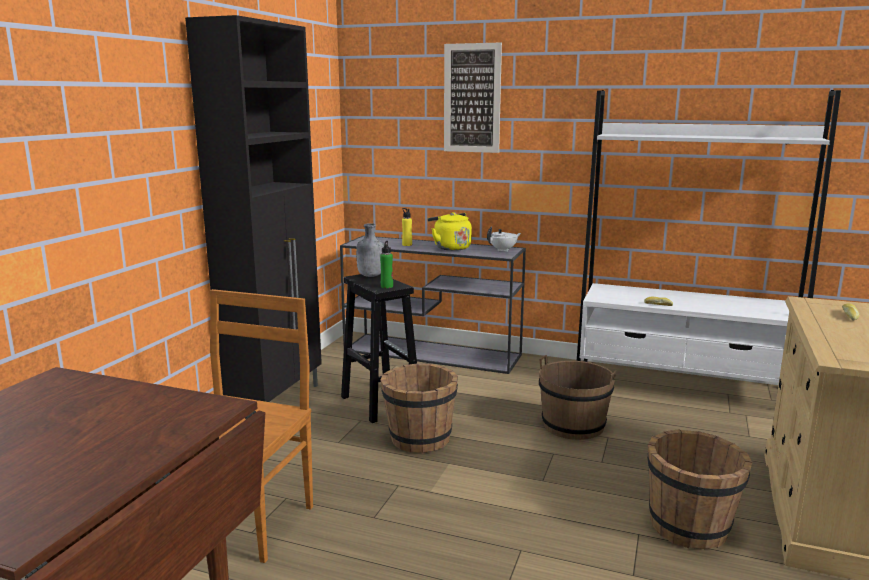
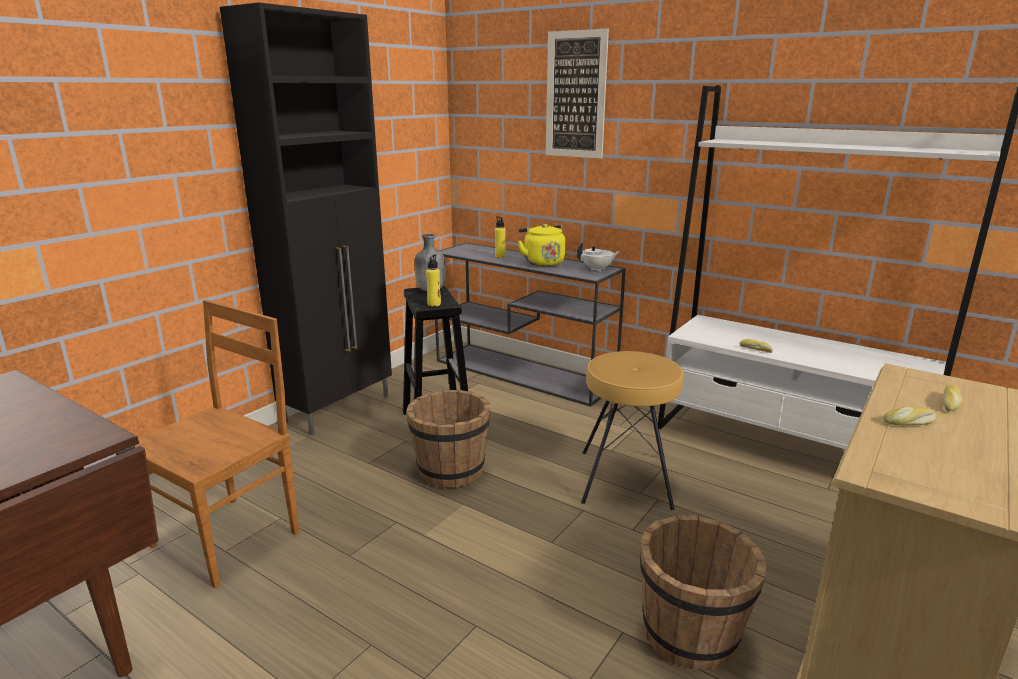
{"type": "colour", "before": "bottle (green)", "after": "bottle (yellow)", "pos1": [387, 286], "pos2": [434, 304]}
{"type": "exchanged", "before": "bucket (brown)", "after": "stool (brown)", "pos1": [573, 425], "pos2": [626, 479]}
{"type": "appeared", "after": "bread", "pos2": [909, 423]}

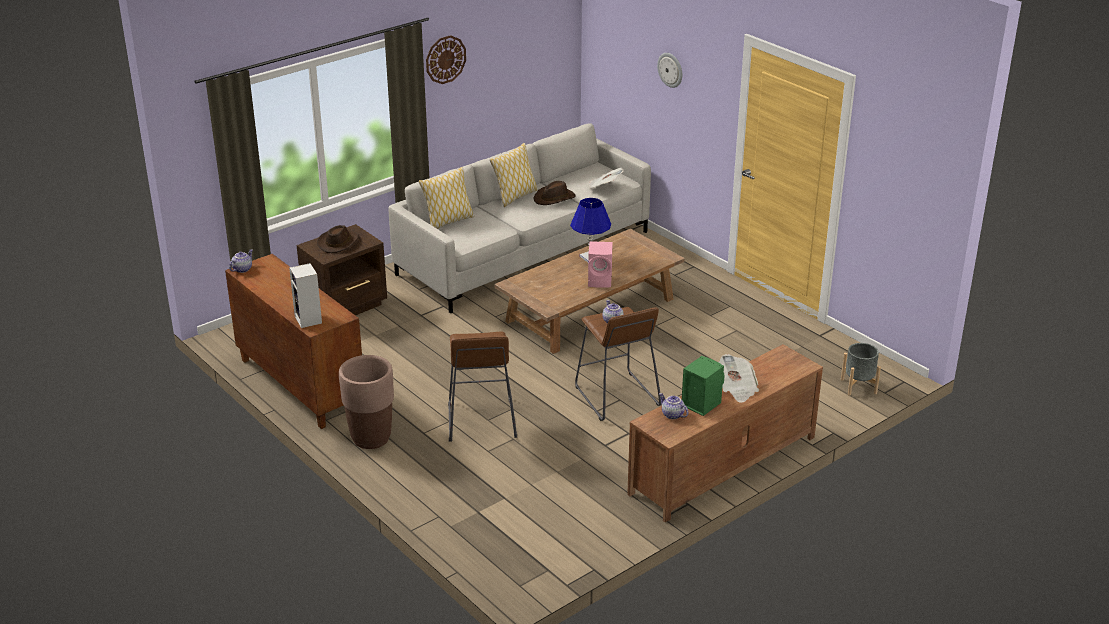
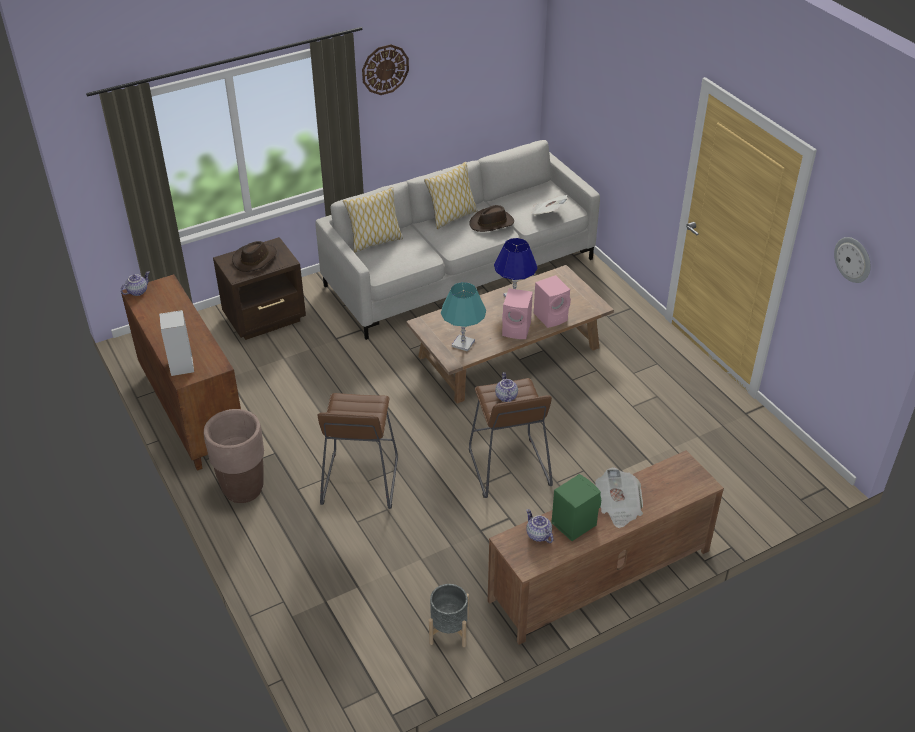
{"type": "relocated", "before": "planter (grey)", "pos1": [858, 386], "pos2": [449, 630]}
{"type": "appeared", "after": "table lamp (turquoise)", "pos2": [463, 343]}
{"type": "appeared", "after": "speaker (pink)", "pos2": [551, 317]}
{"type": "relocated", "before": "wall clock", "pos1": [670, 69], "pos2": [853, 259]}

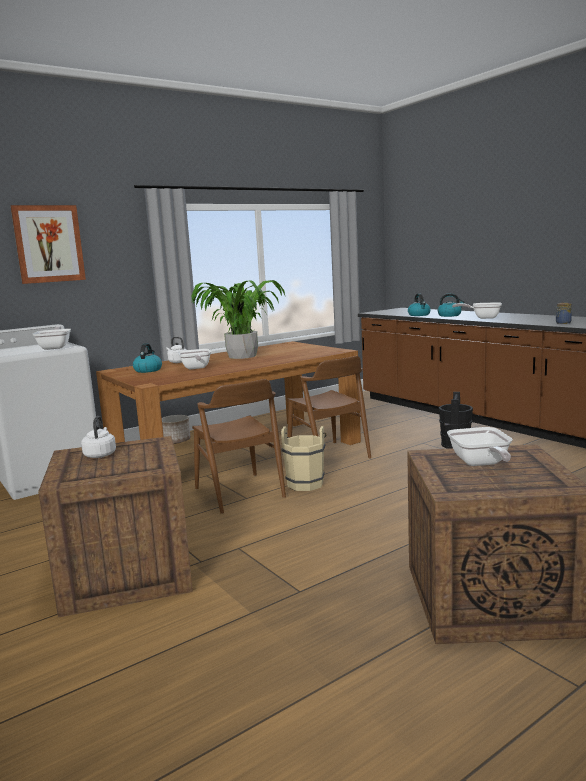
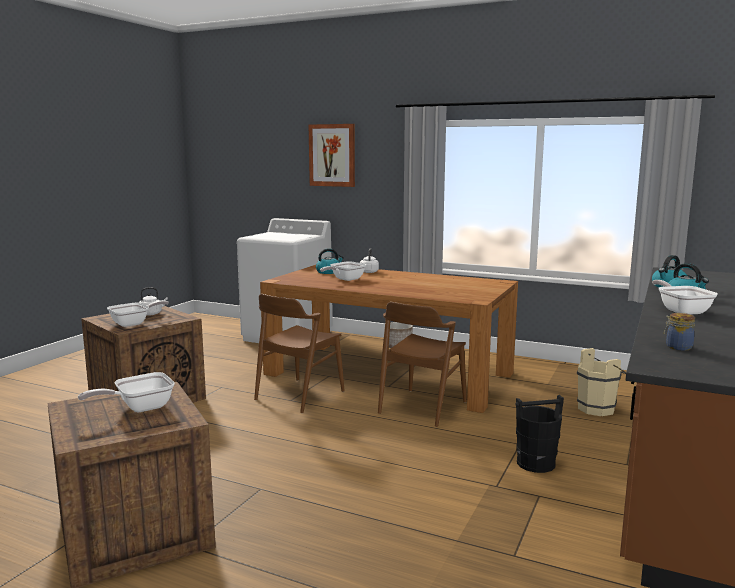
{"type": "relocated", "before": "frying pan", "pos1": [55, 347], "pos2": [134, 323]}
{"type": "relocated", "before": "bucket (beige)", "pos1": [306, 483], "pos2": [599, 408]}
{"type": "missing", "before": "potted plant", "pos1": [243, 356]}

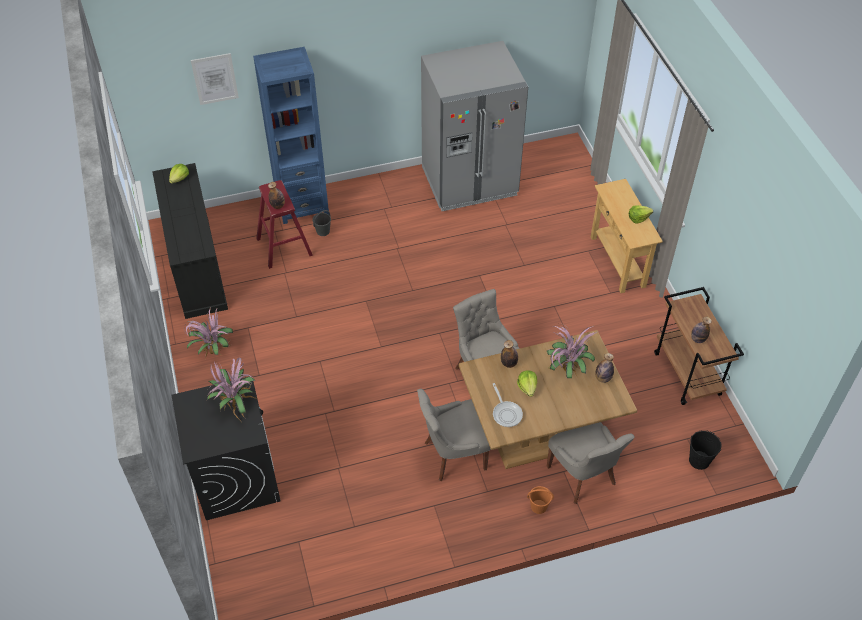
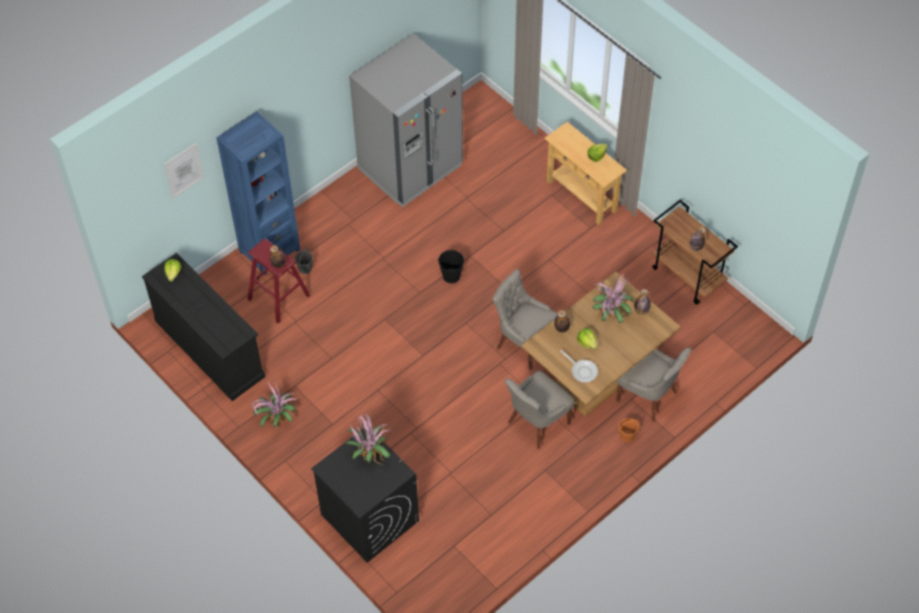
{"type": "relocated", "before": "bucket (black)", "pos1": [699, 460], "pos2": [451, 276]}

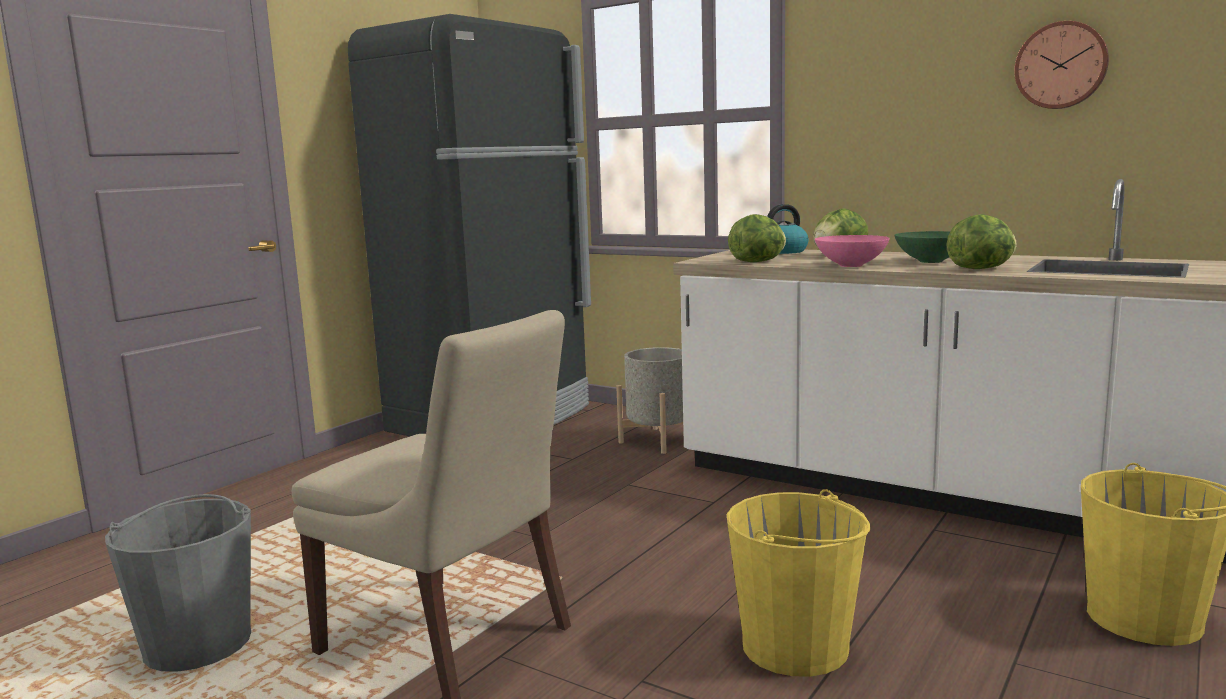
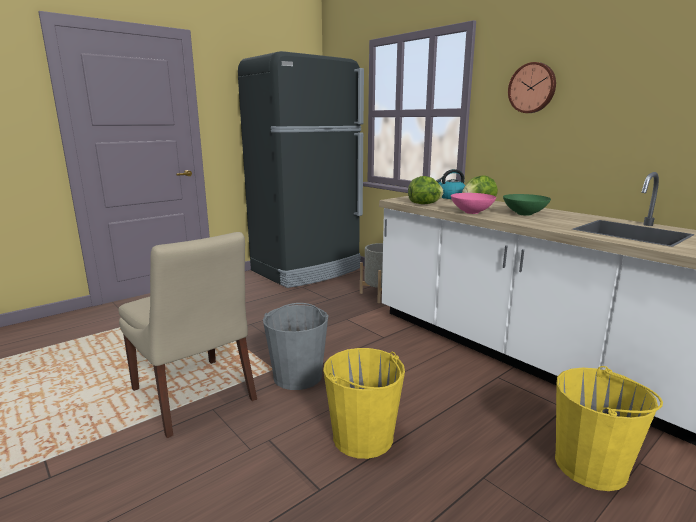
{"type": "relocated", "before": "bucket (grey)", "pos1": [198, 645], "pos2": [298, 376]}
{"type": "relocated", "before": "wall clock", "pos1": [1061, 65], "pos2": [532, 88]}
{"type": "missing", "before": "lettuce", "pos1": [981, 268]}

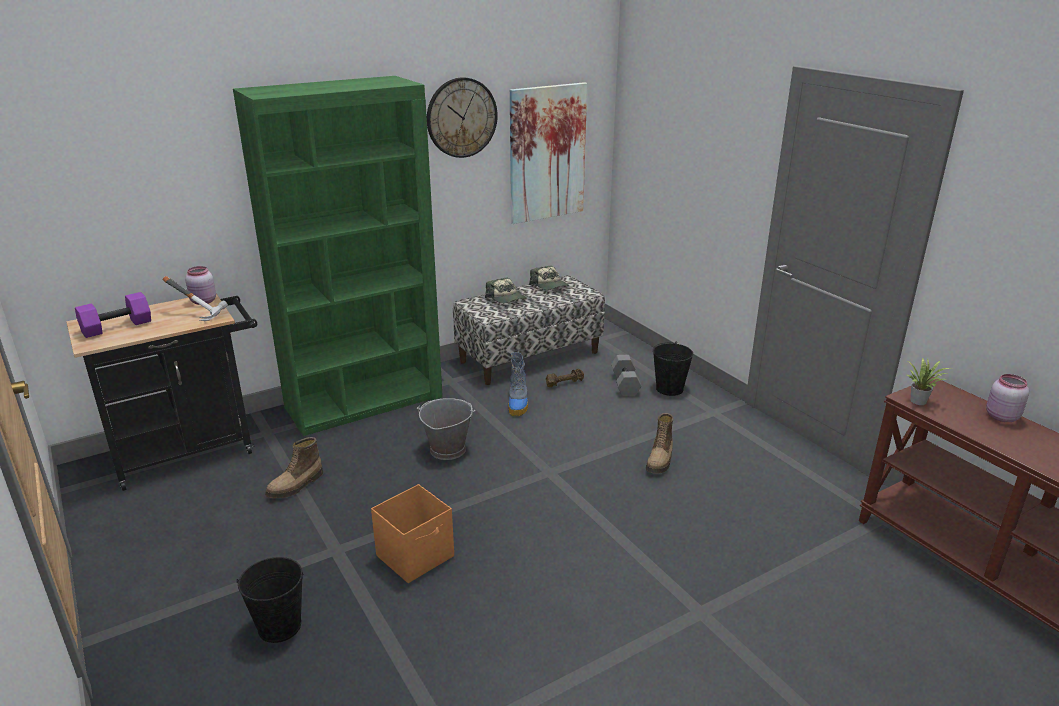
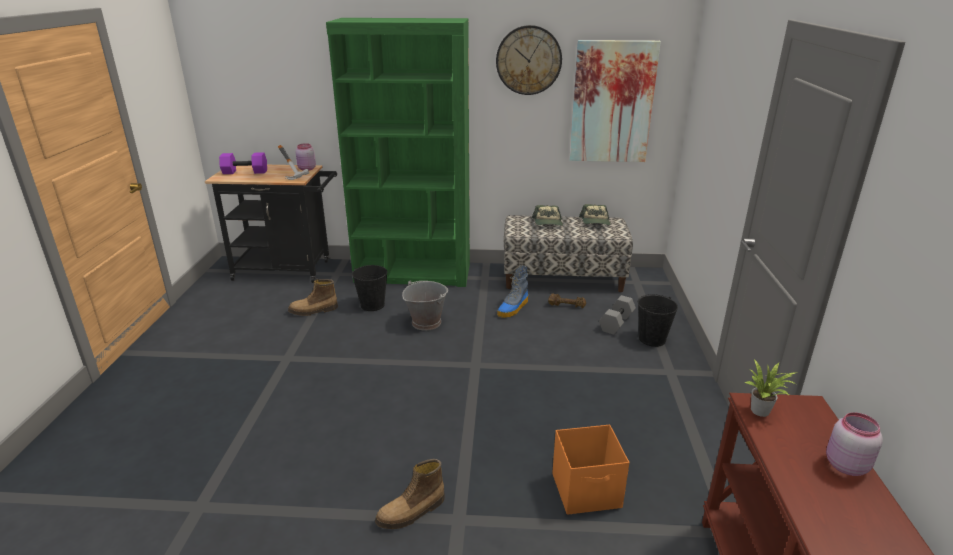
{"type": "relocated", "before": "bucket (black)", "pos1": [279, 626], "pos2": [372, 305]}
{"type": "relocated", "before": "boot", "pos1": [660, 460], "pos2": [412, 512]}
{"type": "relocated", "before": "storage box (orange)", "pos1": [416, 556], "pos2": [587, 491]}

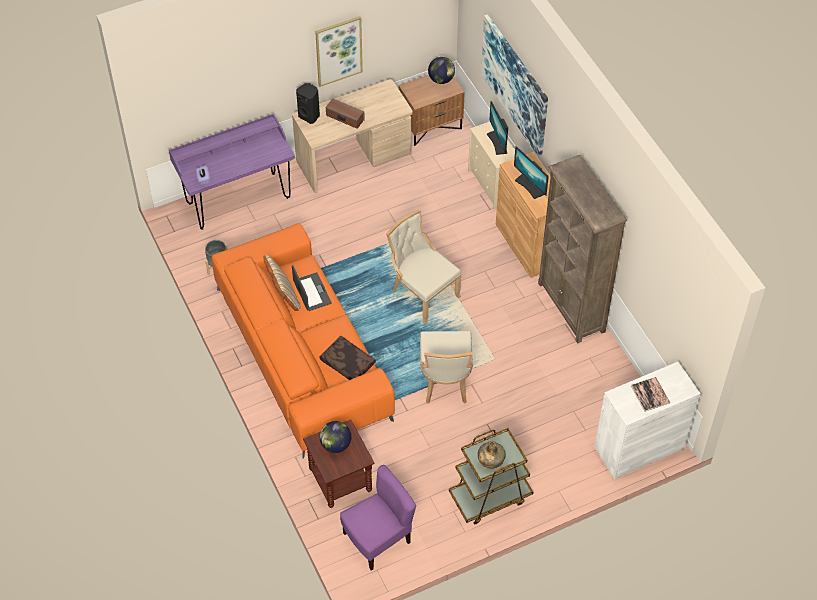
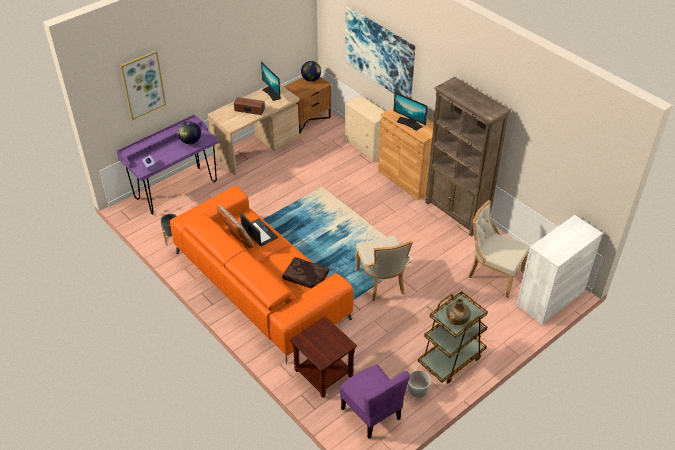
{"type": "relocated", "before": "picture", "pos1": [338, 50], "pos2": [143, 85]}
{"type": "relocated", "before": "globe", "pos1": [336, 445], "pos2": [190, 141]}
{"type": "relocated", "before": "monitor", "pos1": [498, 142], "pos2": [272, 93]}
{"type": "spun", "before": "chair (purple)", "pos1": [377, 539], "pos2": [371, 413], "turn": 105}
{"type": "appeared", "after": "planter (grey)", "pos2": [418, 391]}
{"type": "relocated", "before": "chair (beige)", "pos1": [422, 293], "pos2": [493, 274]}
{"type": "missing", "before": "speaker (black)", "pos1": [309, 116]}
{"type": "missing", "before": "book", "pos1": [650, 394]}

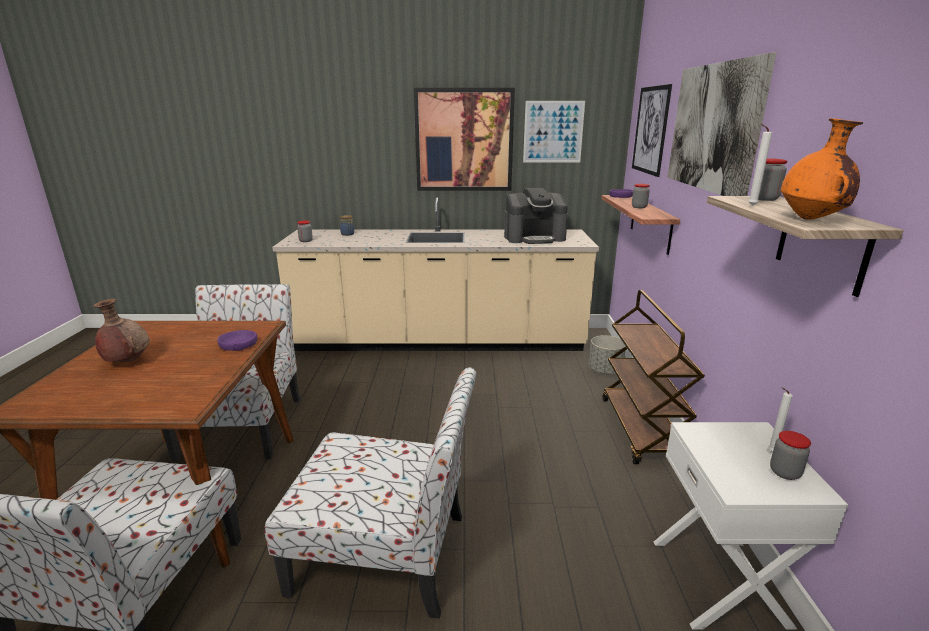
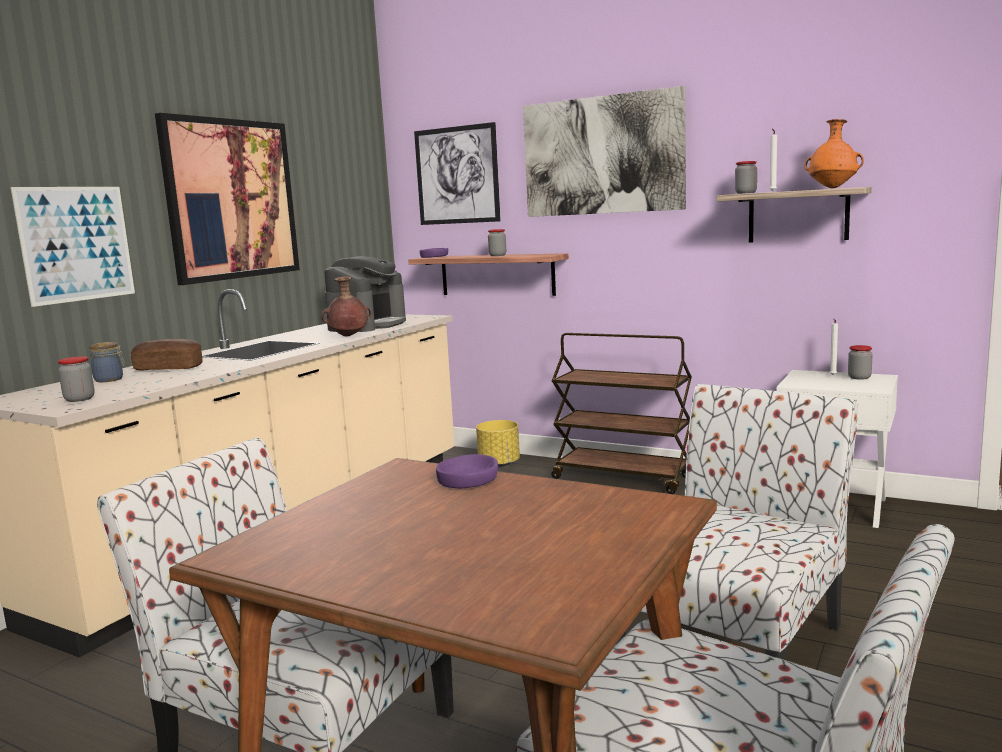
{"type": "relocated", "before": "picture", "pos1": [553, 132], "pos2": [76, 244]}
{"type": "appeared", "after": "bread", "pos2": [169, 368]}
{"type": "relocated", "before": "vase (brown)", "pos1": [127, 361], "pos2": [348, 336]}
{"type": "colour", "before": "planter (grey)", "after": "planter (yellow)", "pos1": [605, 370], "pos2": [499, 463]}

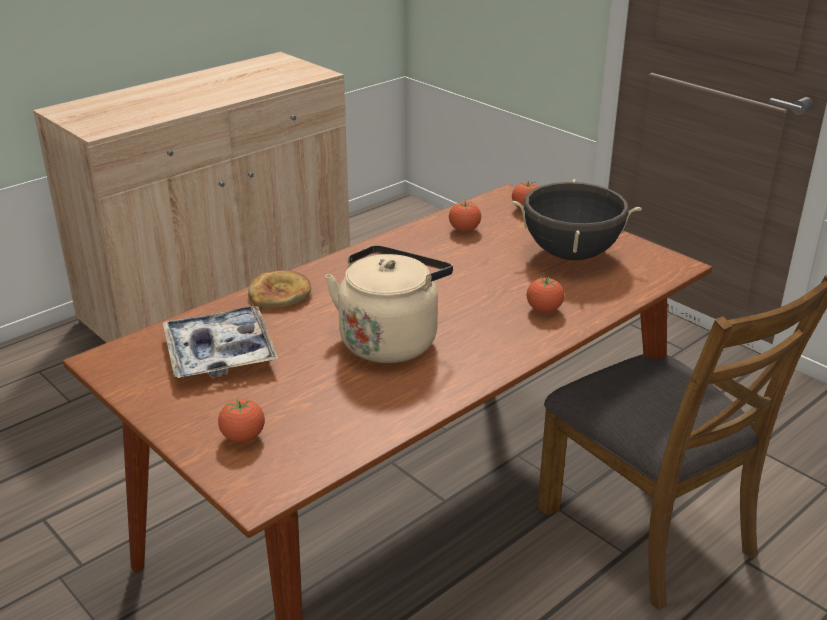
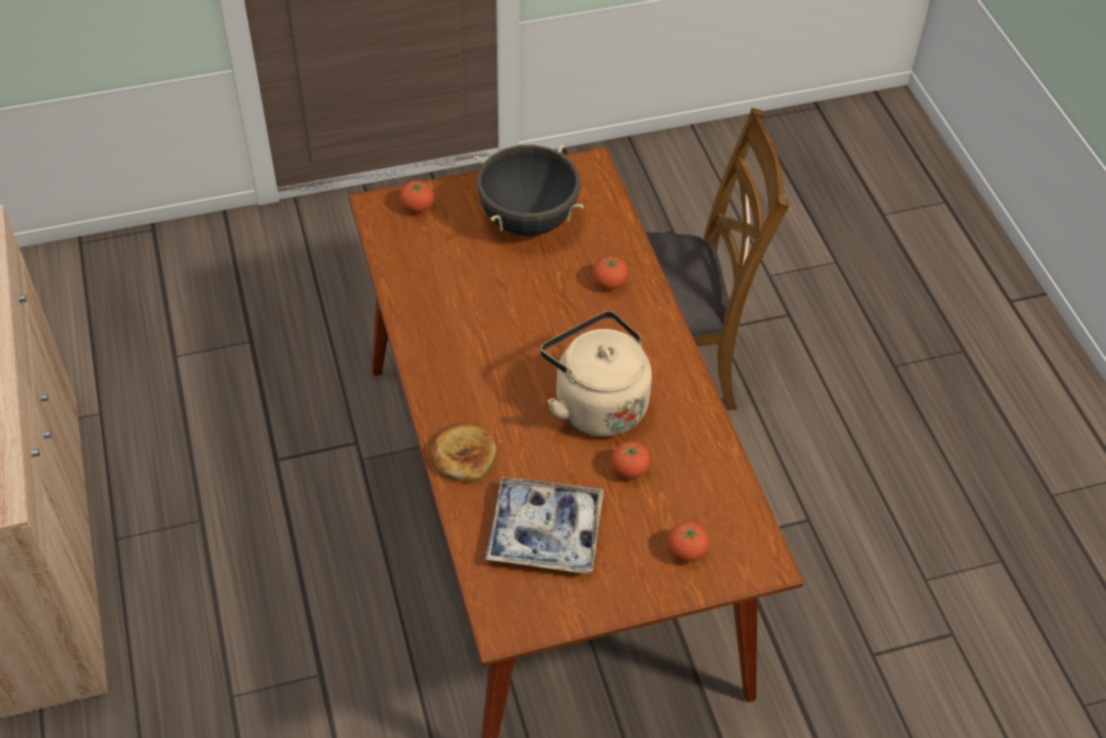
{"type": "relocated", "before": "tomato", "pos1": [464, 230], "pos2": [629, 470]}

